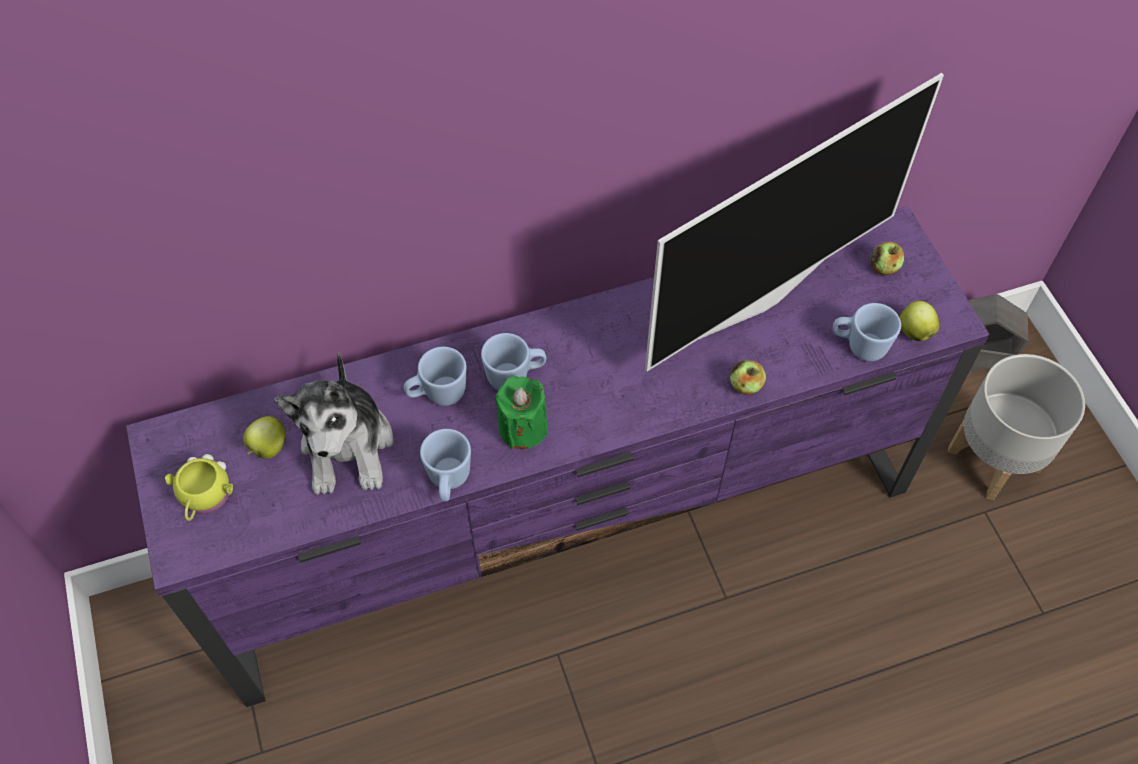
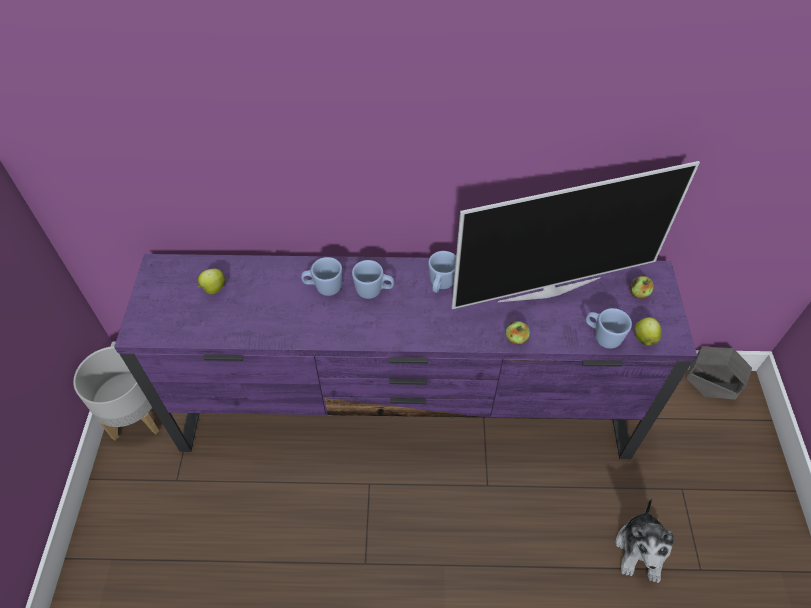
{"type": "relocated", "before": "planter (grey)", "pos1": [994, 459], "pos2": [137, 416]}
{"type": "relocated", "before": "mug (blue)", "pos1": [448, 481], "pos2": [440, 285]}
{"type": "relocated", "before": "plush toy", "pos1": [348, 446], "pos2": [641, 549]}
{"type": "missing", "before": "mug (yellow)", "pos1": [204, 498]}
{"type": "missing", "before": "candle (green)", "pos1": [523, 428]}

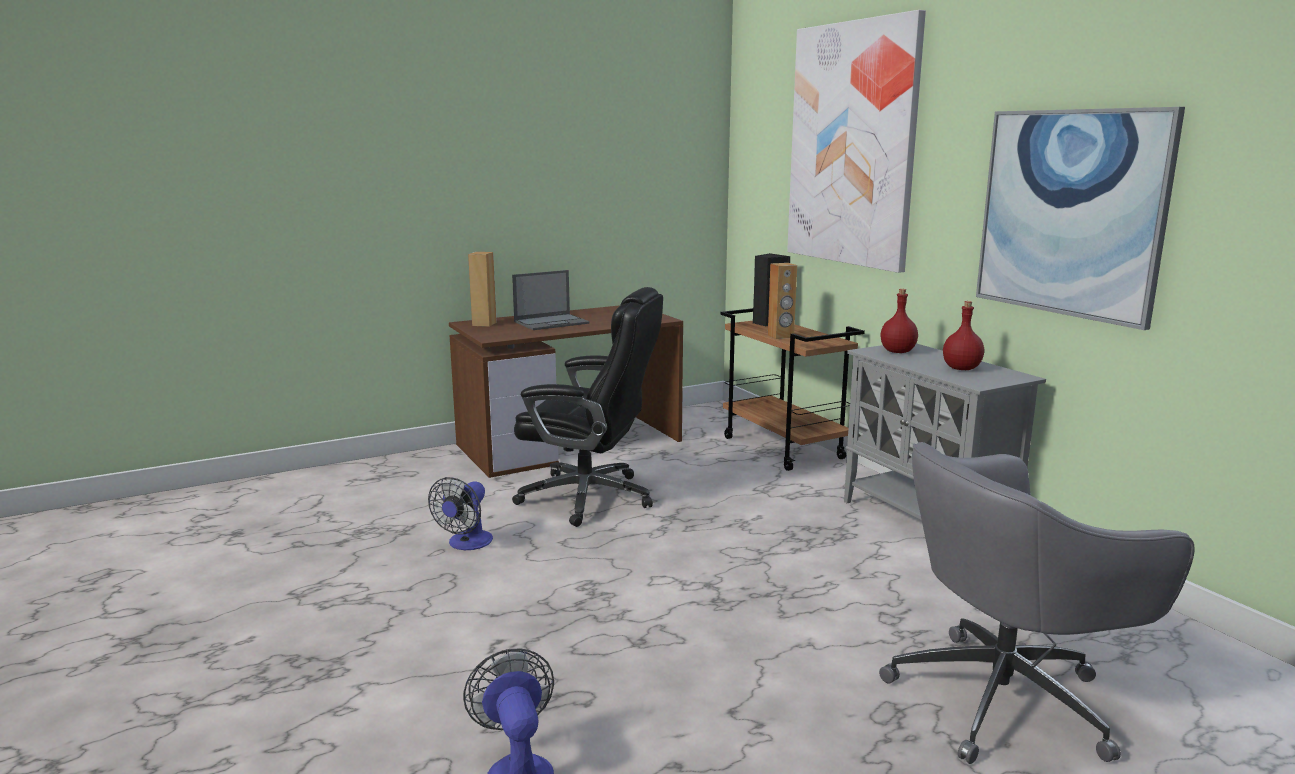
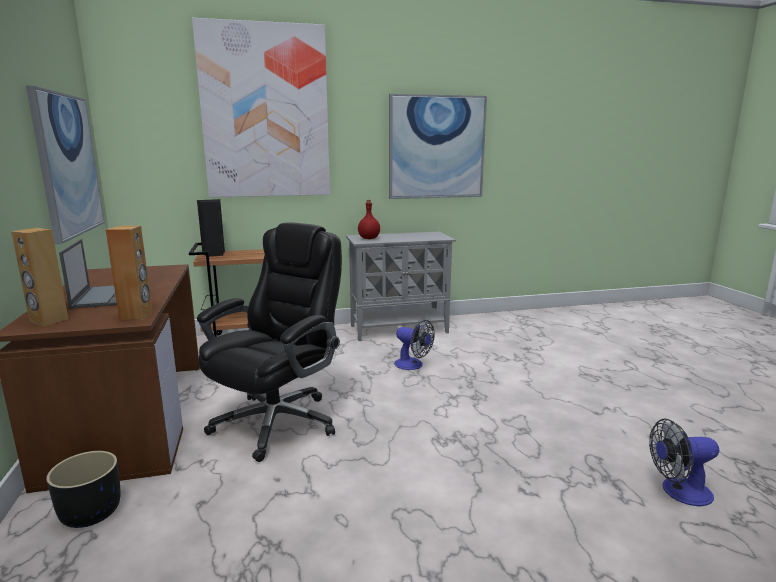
{"type": "appeared", "after": "picture", "pos2": [68, 165]}
{"type": "appeared", "after": "planter (black)", "pos2": [90, 512]}
{"type": "relocated", "before": "speaker (brown)", "pos1": [780, 336], "pos2": [136, 315]}
{"type": "relocated", "before": "fan", "pos1": [466, 544], "pos2": [413, 365]}
{"type": "missing", "before": "office chair (grey)", "pos1": [1006, 698]}
{"type": "missing", "before": "bottle (red)", "pos1": [961, 368]}

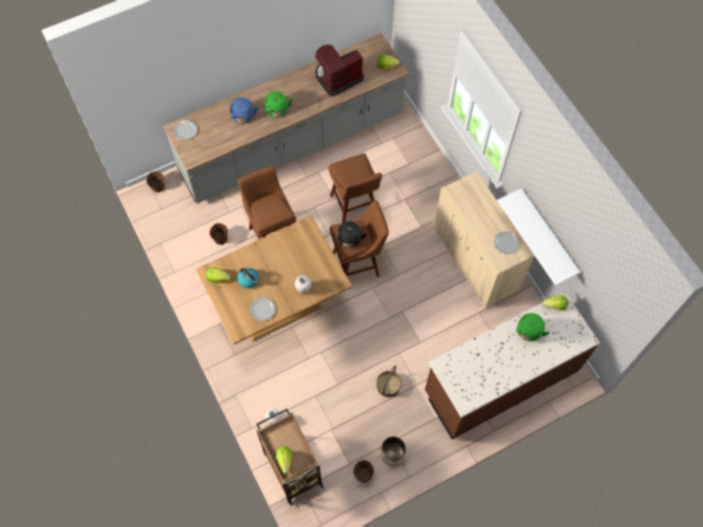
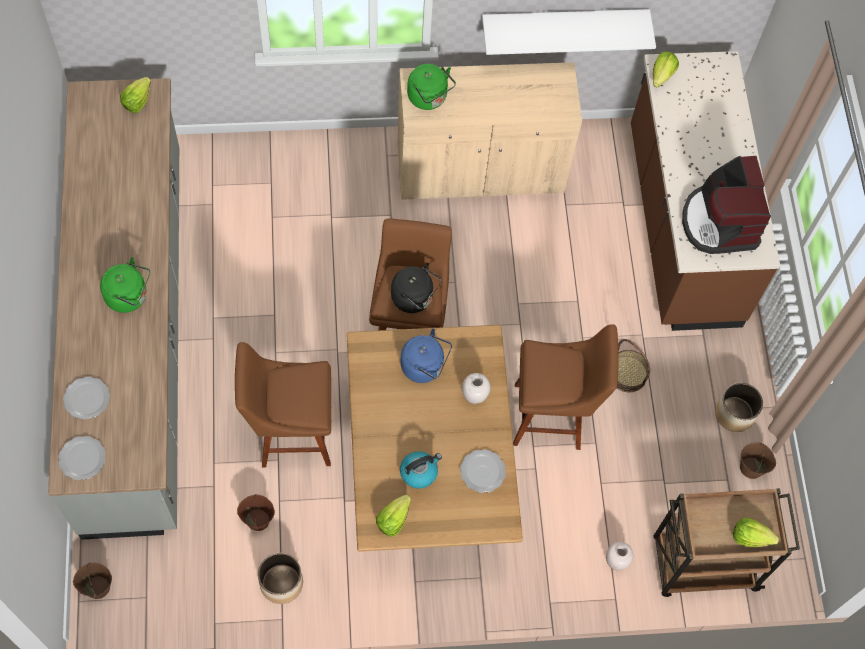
{"type": "relocated", "before": "plate", "pos1": [506, 243], "pos2": [87, 399]}
{"type": "appeared", "after": "planter", "pos2": [281, 583]}
{"type": "relocated", "before": "kettle (blue)", "pos1": [243, 117], "pos2": [425, 366]}
{"type": "relocated", "before": "kettle (green)", "pos1": [528, 332], "pos2": [429, 98]}
{"type": "relocated", "before": "stool (brown)", "pos1": [354, 207], "pos2": [552, 416]}
{"type": "relocated", "before": "coffee machine", "pos1": [337, 77], "pos2": [719, 222]}

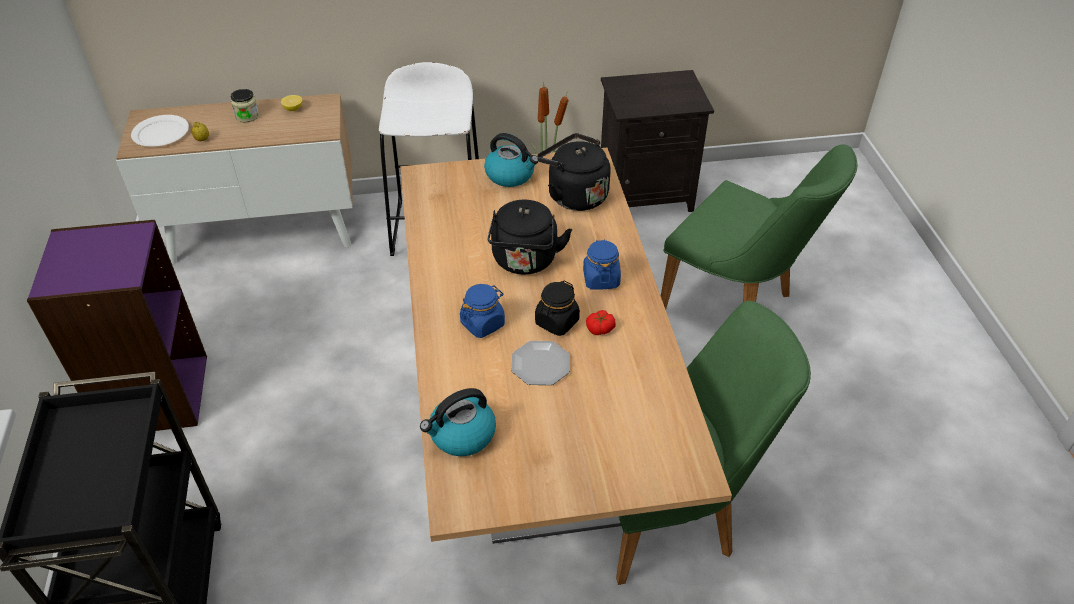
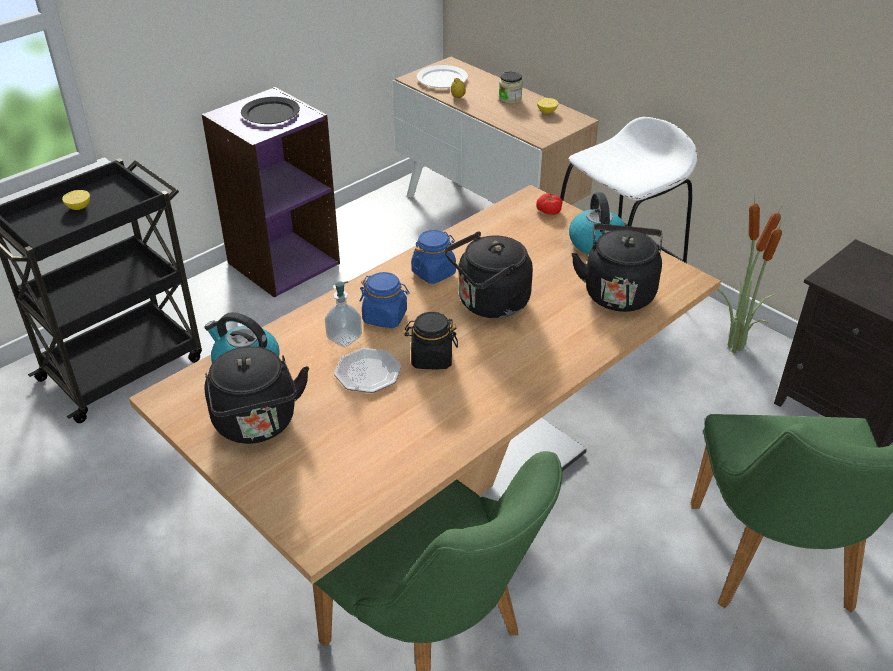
{"type": "appeared", "after": "lemon", "pos2": [79, 207]}
{"type": "appeared", "after": "kettle (black)", "pos2": [257, 425]}
{"type": "appeared", "after": "plate (black)", "pos2": [270, 113]}
{"type": "appeared", "after": "soap dispenser", "pos2": [344, 338]}
{"type": "relocated", "before": "jar (blue)", "pos1": [601, 279], "pos2": [434, 273]}
{"type": "relocated", "before": "tomato", "pos1": [600, 328], "pos2": [548, 210]}

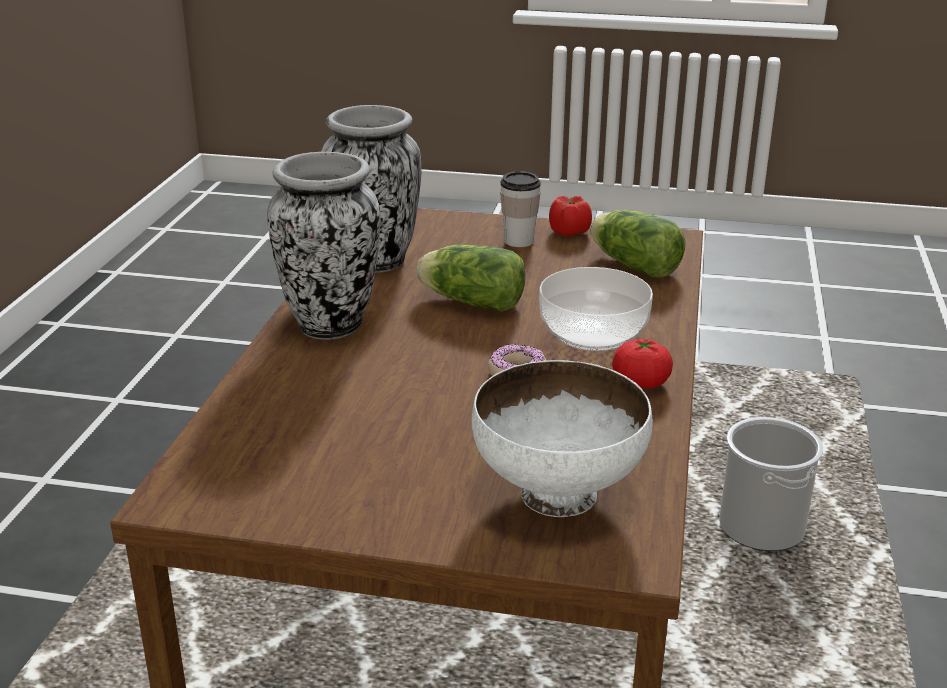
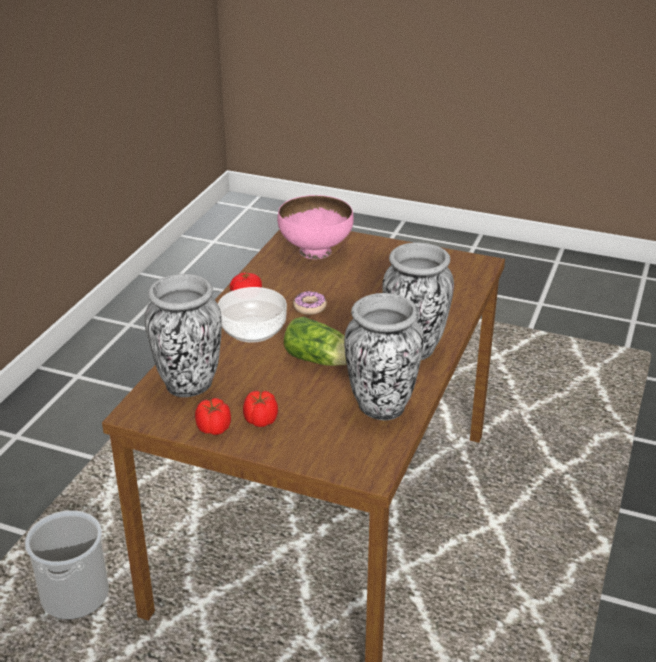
{"type": "exchanged", "before": "lettuce", "after": "vase", "pos1": [632, 265], "pos2": [189, 385]}
{"type": "exchanged", "before": "cup", "after": "tomato", "pos1": [519, 241], "pos2": [260, 421]}
{"type": "colour", "before": "bowl (white)", "after": "bowl (pink)", "pos1": [558, 493], "pos2": [315, 252]}

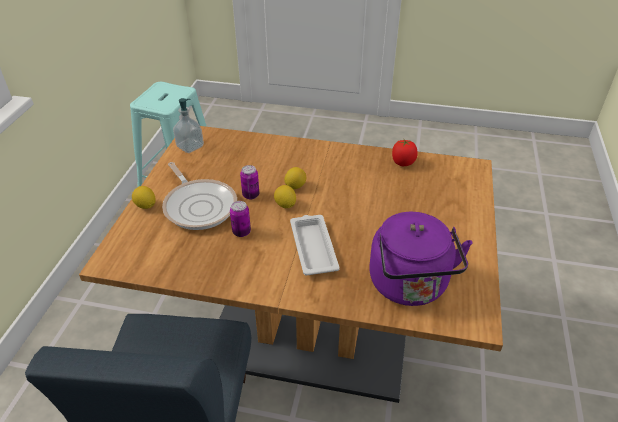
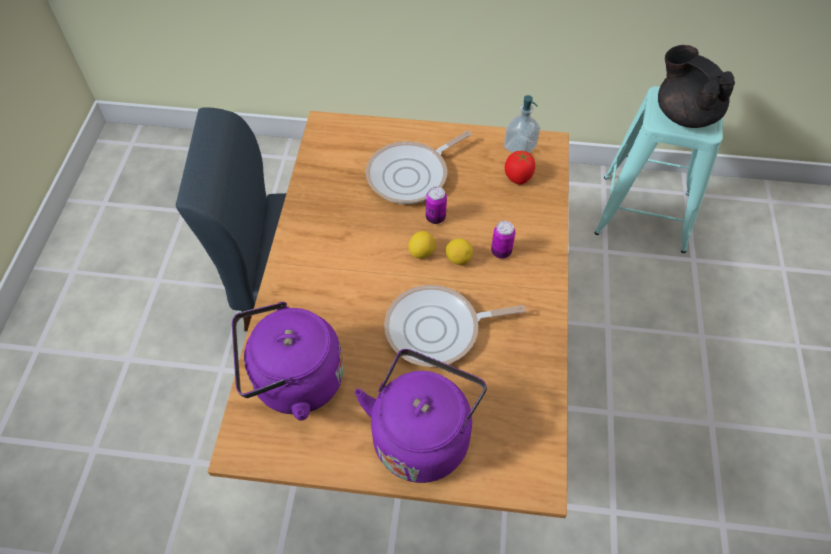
{"type": "appeared", "after": "kettle (purple)", "pos2": [422, 434]}
{"type": "appeared", "after": "frying pan", "pos2": [438, 330]}
{"type": "relocated", "before": "can", "pos1": [241, 232], "pos2": [501, 251]}
{"type": "relocated", "before": "tomato", "pos1": [403, 163], "pos2": [518, 177]}
{"type": "appeared", "after": "teapot (black)", "pos2": [684, 114]}
{"type": "missing", "before": "lemon", "pos1": [145, 206]}
{"type": "missing", "before": "tray (white)", "pos1": [313, 247]}

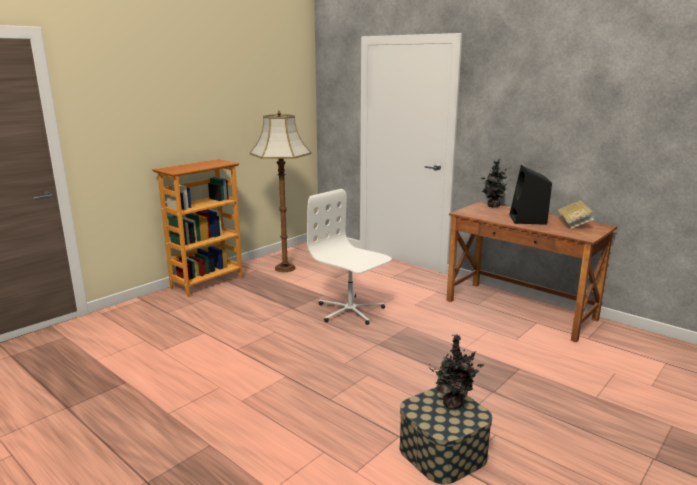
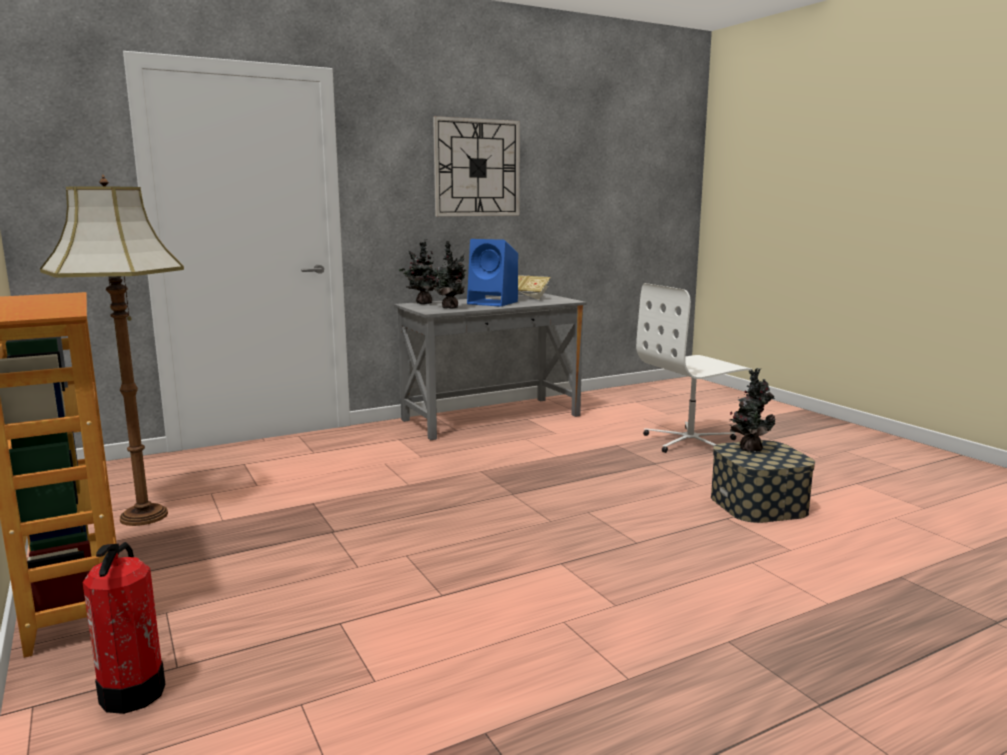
{"type": "appeared", "after": "fire extinguisher", "pos2": [133, 693]}
{"type": "colour", "before": "desk (brown)", "after": "desk (grey)", "pos1": [520, 310], "pos2": [491, 418]}
{"type": "appeared", "after": "potted plant", "pos2": [450, 307]}
{"type": "appeared", "after": "wall clock", "pos2": [477, 168]}
{"type": "colour", "before": "speaker (black)", "after": "speaker (blue)", "pos1": [528, 220], "pos2": [494, 303]}
{"type": "relocated", "before": "office chair (white)", "pos1": [350, 311], "pos2": [691, 442]}

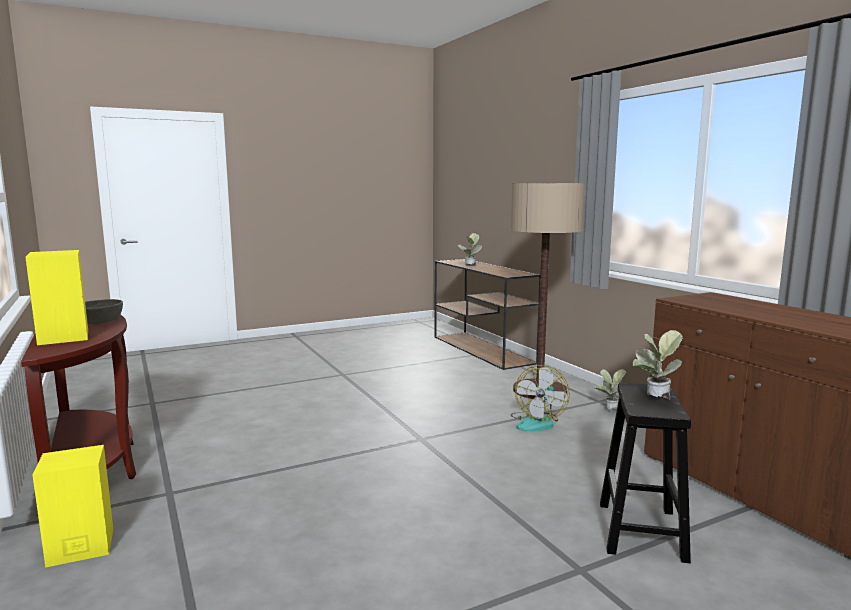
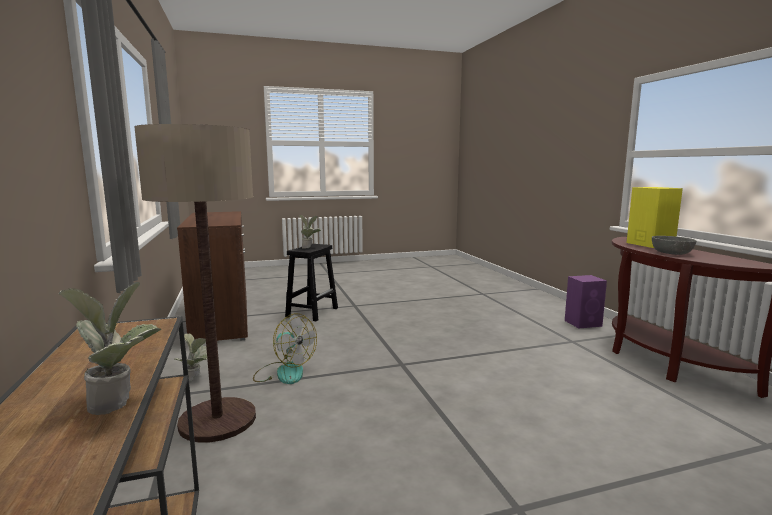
{"type": "spun", "before": "fan", "pos1": [537, 422], "pos2": [284, 372], "turn": 90}
{"type": "colour", "before": "speaker (yellow)", "after": "speaker (purple)", "pos1": [79, 547], "pos2": [583, 323]}

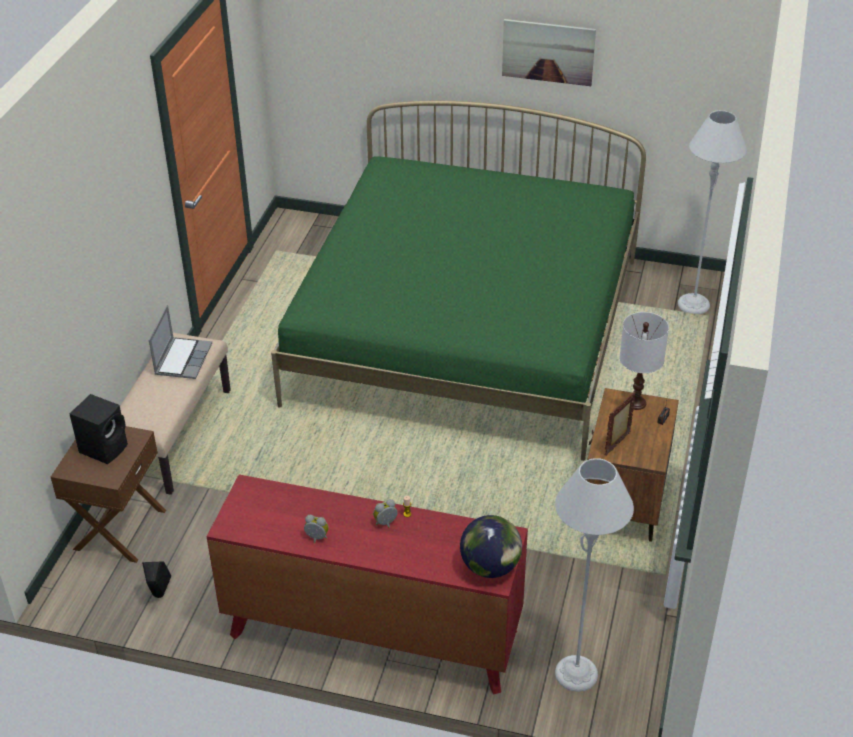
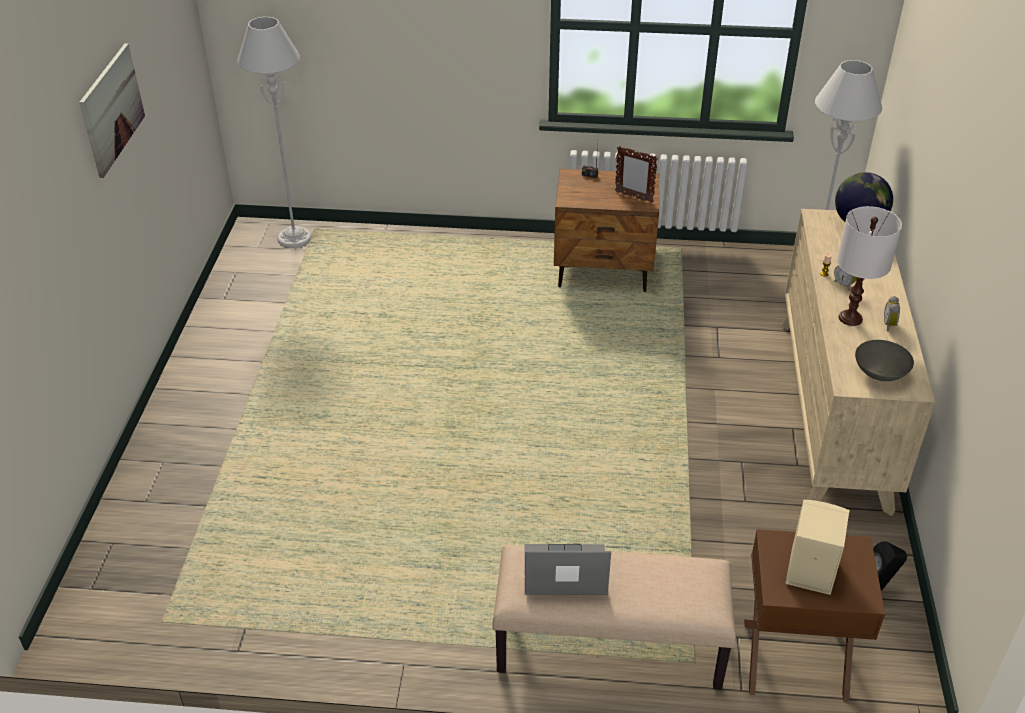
{"type": "colour", "before": "dresser (red)", "after": "dresser (beige)", "pos1": [372, 633], "pos2": [833, 411]}
{"type": "colour", "before": "speaker (black)", "after": "speaker (beige)", "pos1": [105, 448], "pos2": [808, 570]}
{"type": "relocated", "before": "table lamp (white)", "pos1": [636, 403], "pos2": [851, 318]}
{"type": "appeared", "after": "bowl (grey)", "pos2": [879, 373]}
{"type": "missing", "before": "bed (green)", "pos1": [467, 330]}

